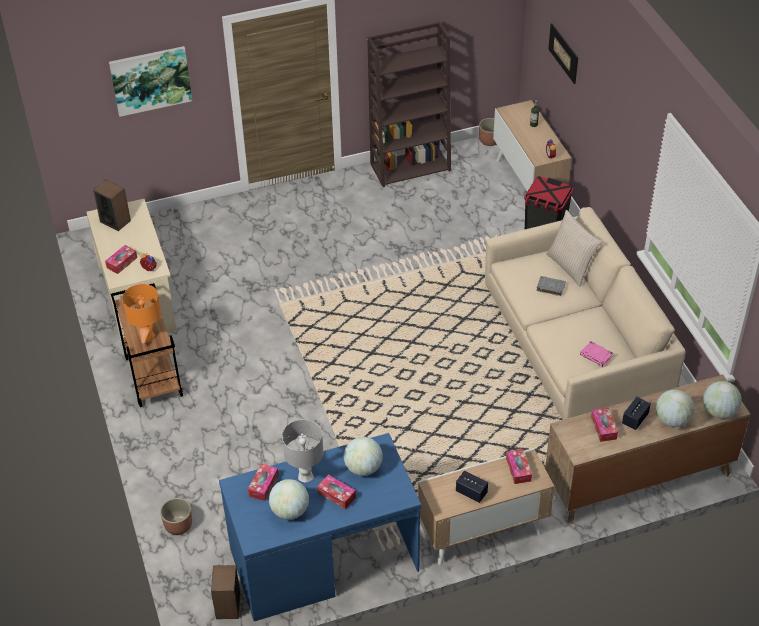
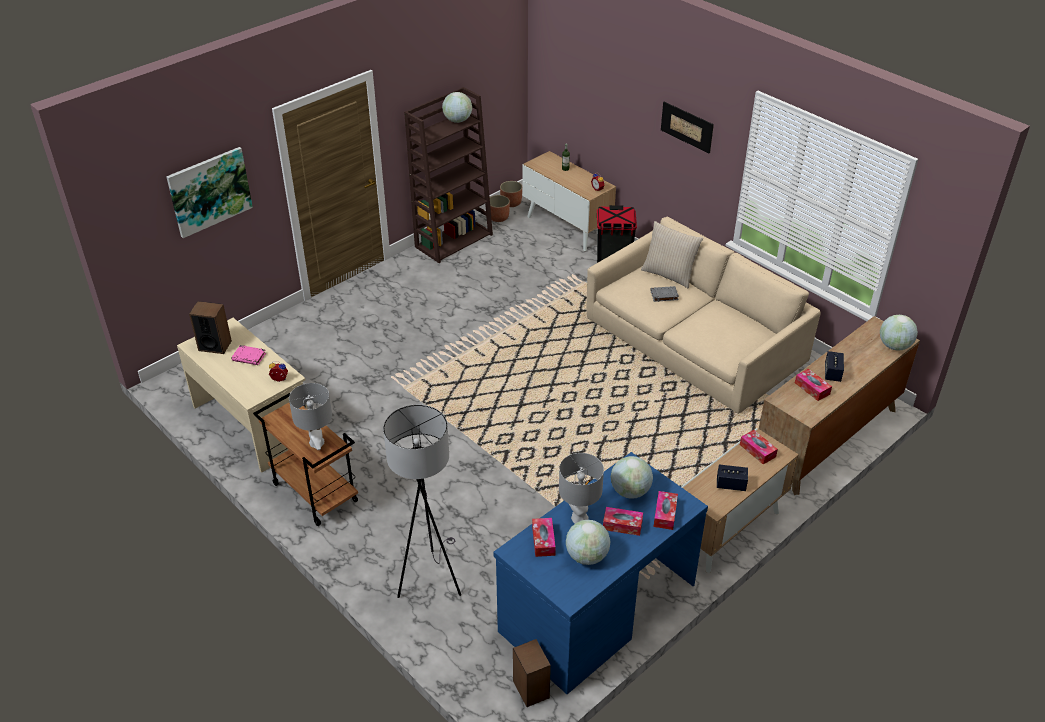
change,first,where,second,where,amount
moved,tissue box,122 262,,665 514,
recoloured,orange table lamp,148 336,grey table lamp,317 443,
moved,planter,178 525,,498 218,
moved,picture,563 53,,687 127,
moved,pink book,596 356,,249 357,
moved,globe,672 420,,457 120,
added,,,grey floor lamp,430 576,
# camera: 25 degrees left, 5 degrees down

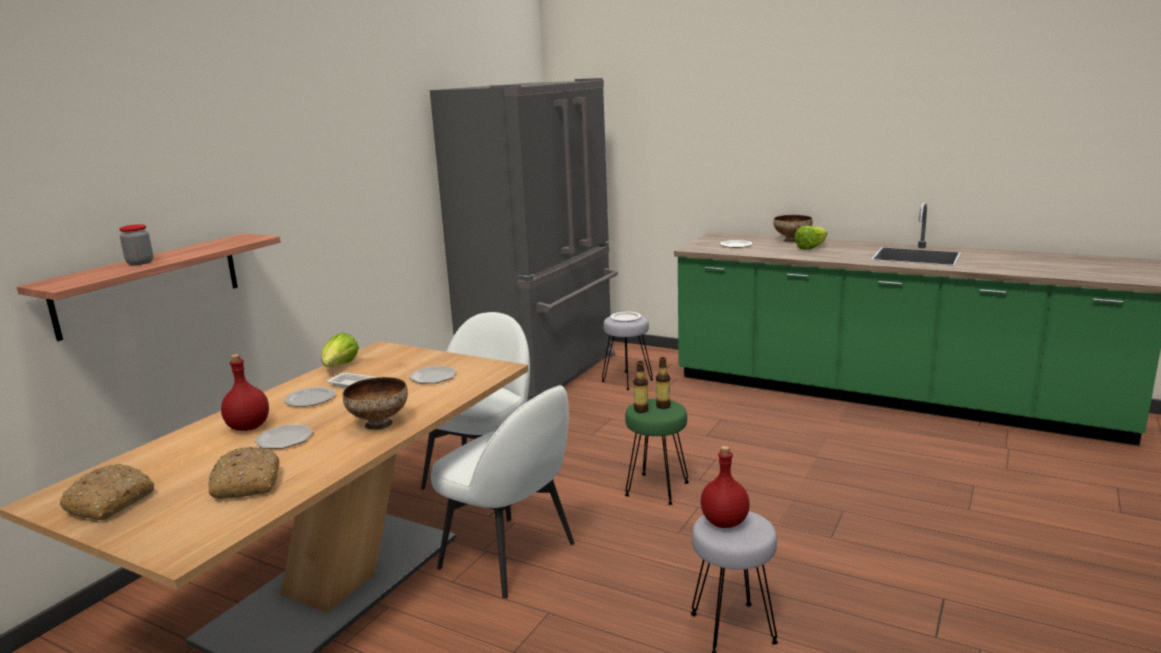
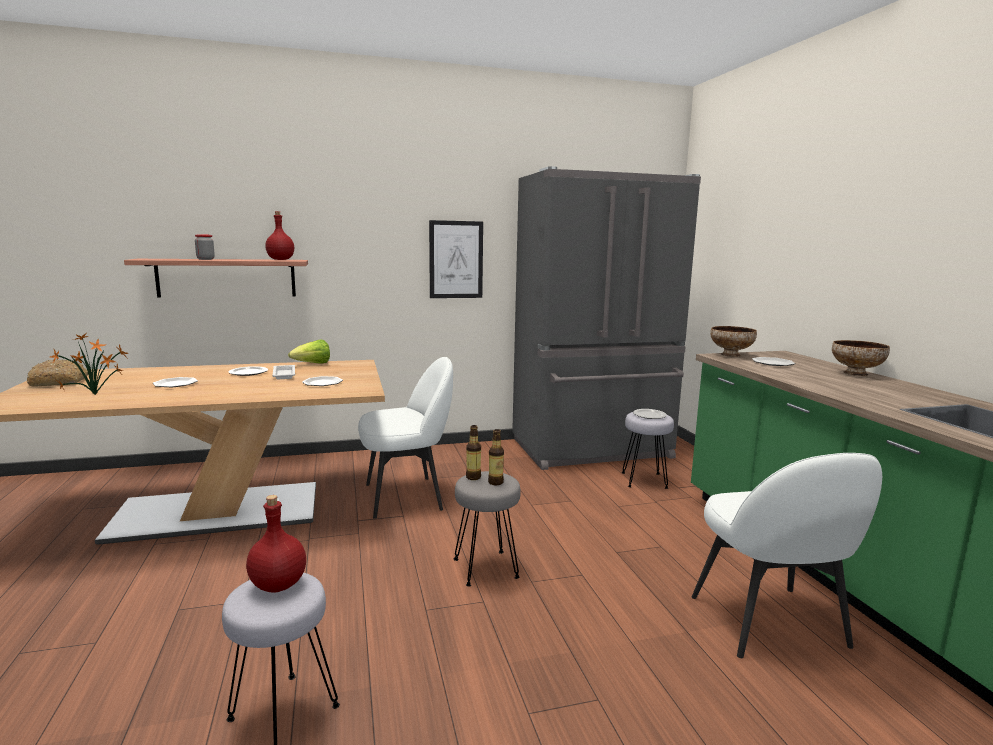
change,first,where,second,where,amount
replaced,bread,246 484,potted plant,97 395,
moved,red bottle,248 427,,280 259,
moved,bowl,380 423,,731 355,
moved,white chair,510 557,,769 624,
recoloured,green stool,657 488,grey stool,486 568,
removed,lettuce,811 248,,,
added,,,picture,456 259,
# camera: 45 degrees right, 5 degrees down

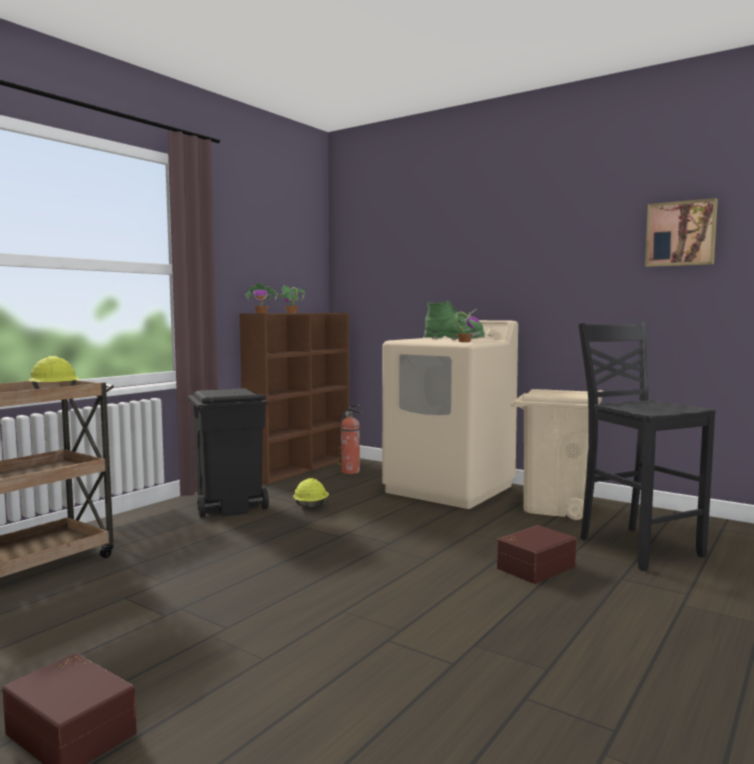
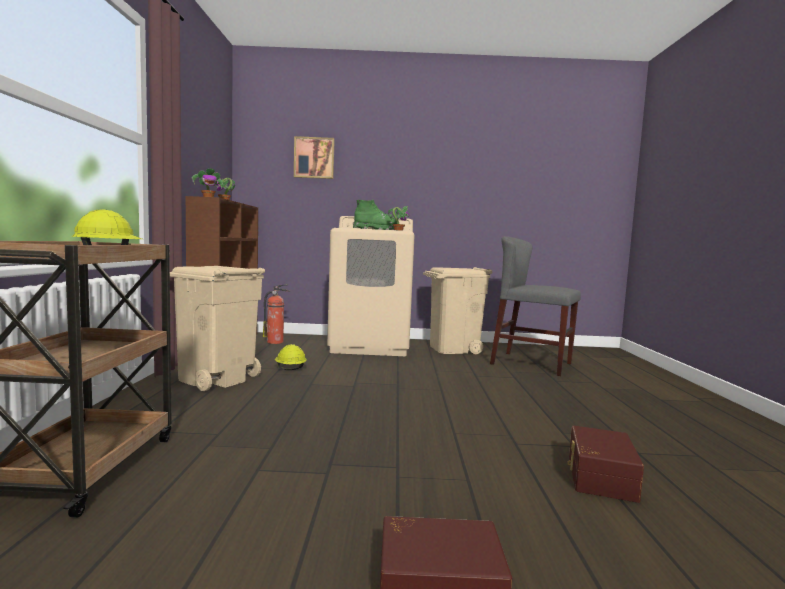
change,first,where,second,where,amount
recoloured,black trash can,229 506,beige trash can,215 379,
moved,brown storage box,534 567,,598 477,
replaced,black stool,637 547,grey chair,531 363,
moved,picture,681 234,,314 158,
# camera: 35 degrees left, 0 degrees up

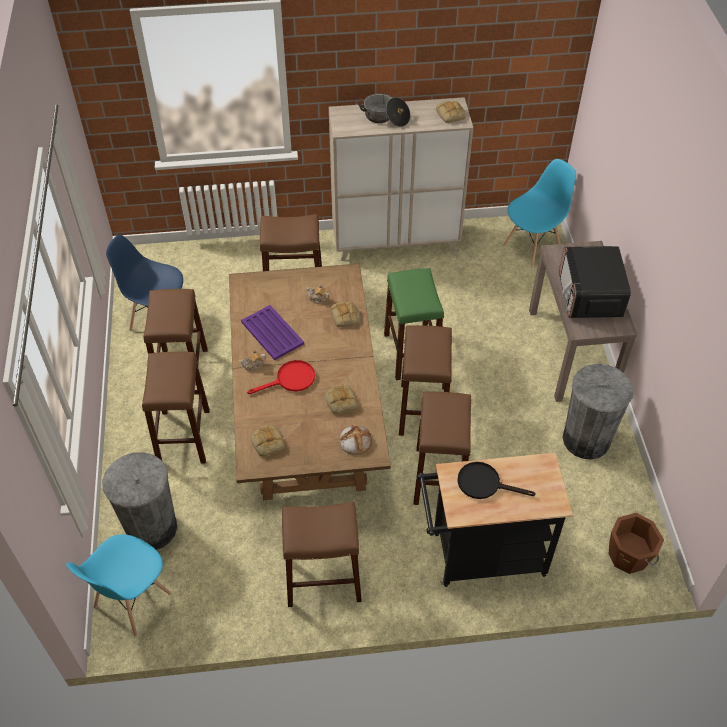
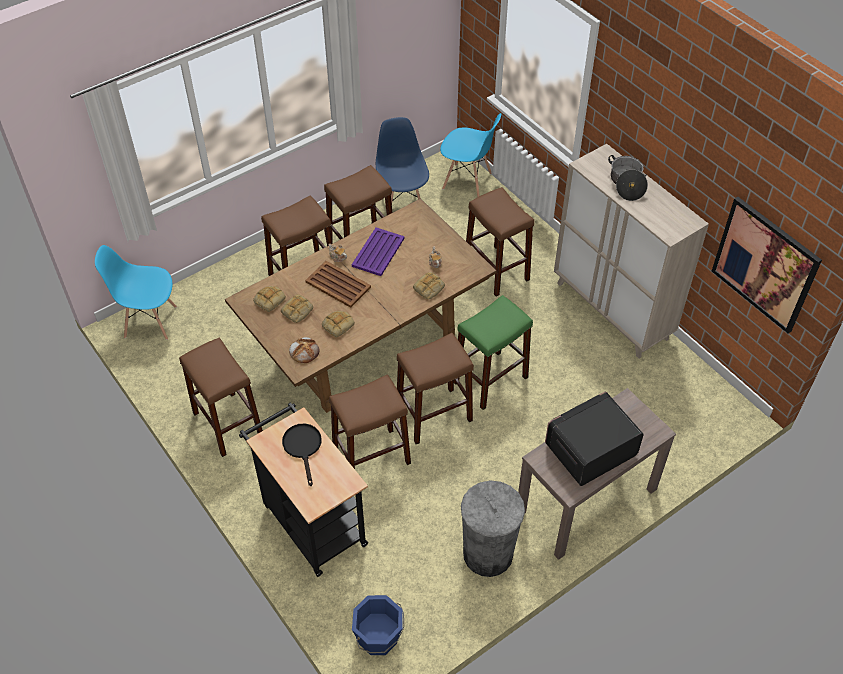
change,first,where,second,where,amount
removed,grey trash can,151 528,,,
replaced,red frying pan,290 380,brown tray,338 285,
moved,bread,451 115,,297 311,
moved,blue chair,532 247,,467 181,
recoloured,brown bucket,629 555,blue bucket,378 637,
added,,,picture,765 264,
# camera: 60 degrees right, 0 degrees up

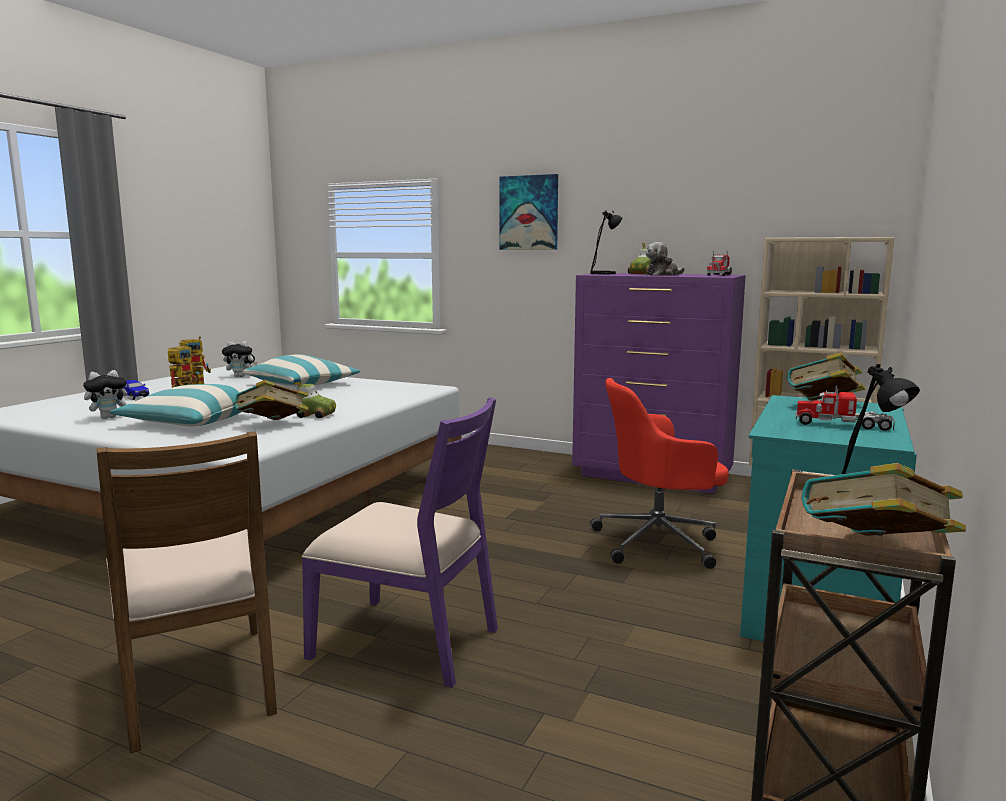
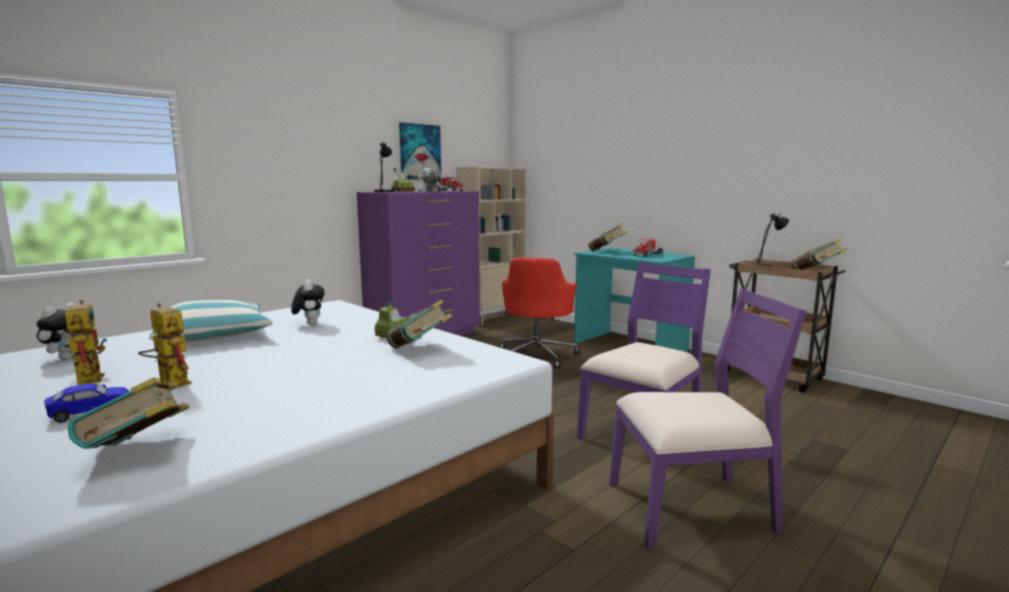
change,first,where,second,where,amount
moved,plush toy,109 417,,310 324,
recoloured,brown chair,198 685,purple chair,692 508,
removed,pillow,193 421,,,
moved,picture,529 213,,419 153,
added,,,book,138 452,
# camera: 70 degrees left, 0 degrees up

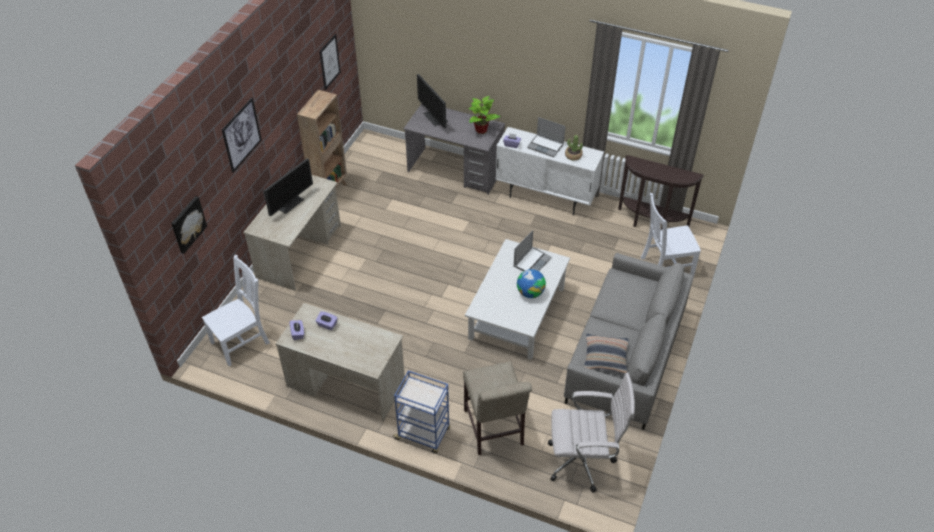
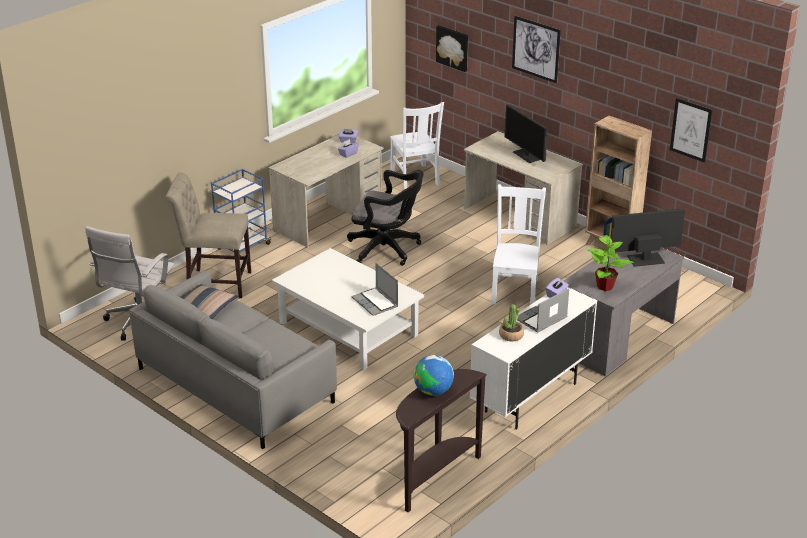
change,first,where,second,where,amount
moved,globe,530 293,,433 391,
moved,white chair,664 267,,515 290,
added,,,black office chair,387 249,
# camera: 110 degrees right, 15 degrees down

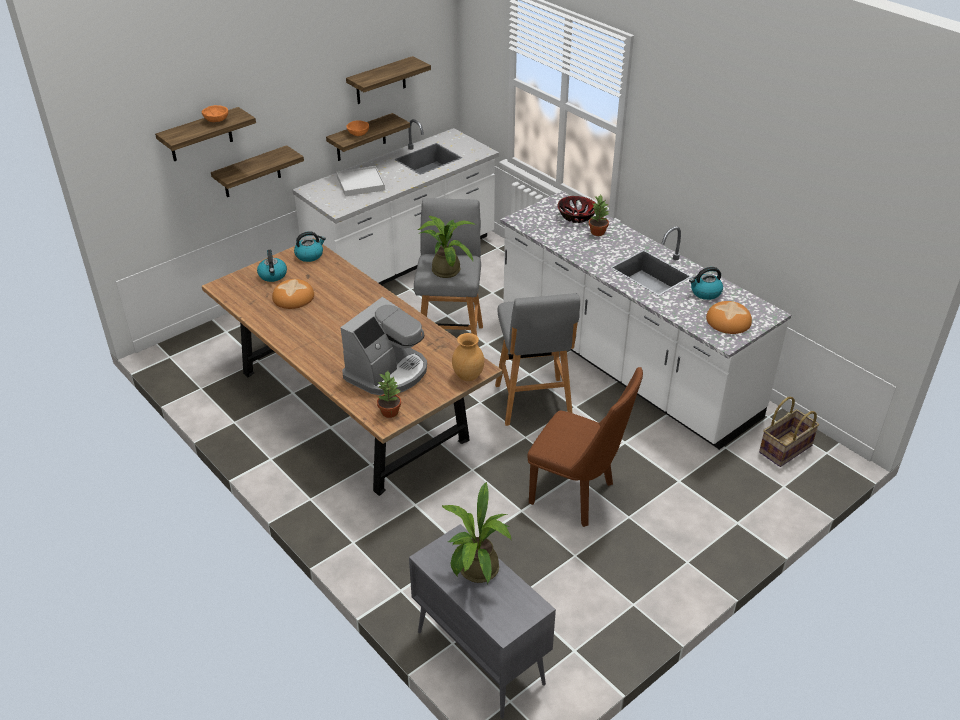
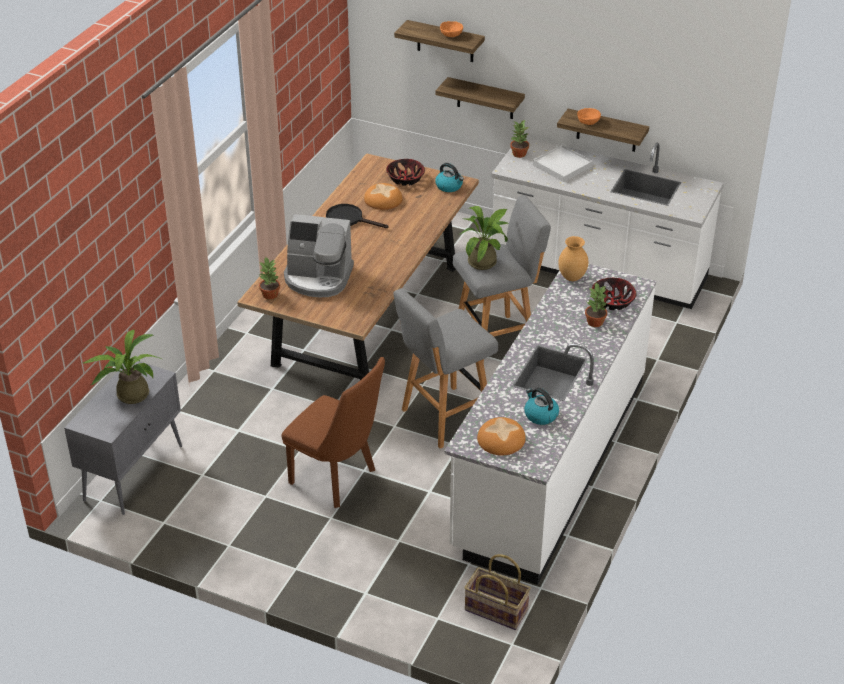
change,first,where,second,where,amount
replaced,kettle,273 275,bowl,405 179,
removed,shelf,380 81,,,
moved,brown vase,468 377,,572 278,
turned,brown chair,578 496,,338 479,60 degrees counterclockwise
added,,,black frying pan,349 219,
added,,,potted plant,519 154,
# camera: 65 degrees right, 0 degrees up

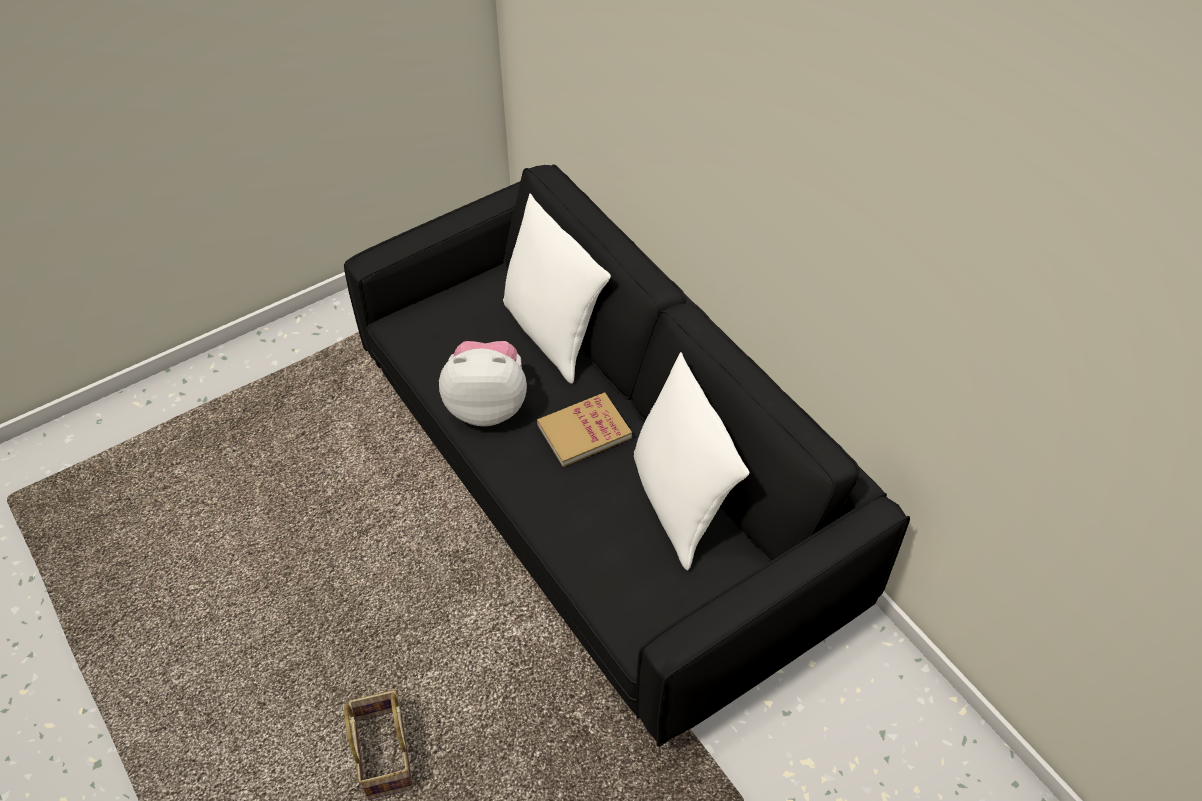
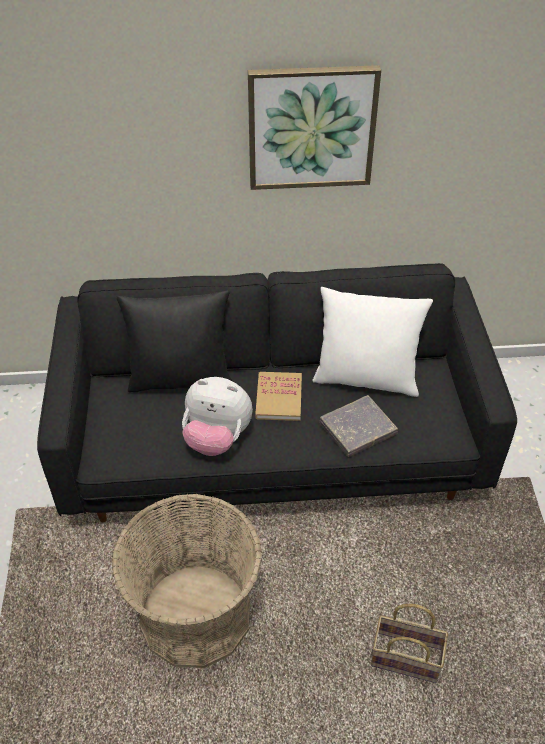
change,first,where,second,where,amount
turned,plush toy,487 405,,217 438,105 degrees counterclockwise
recoloured,white pillow,553 333,black pillow,181 379,
added,,,basket,195 615,
added,,,picture,311 127,
added,,,grey book,357 429,
# camera: 60 degrees left, 5 degrees down

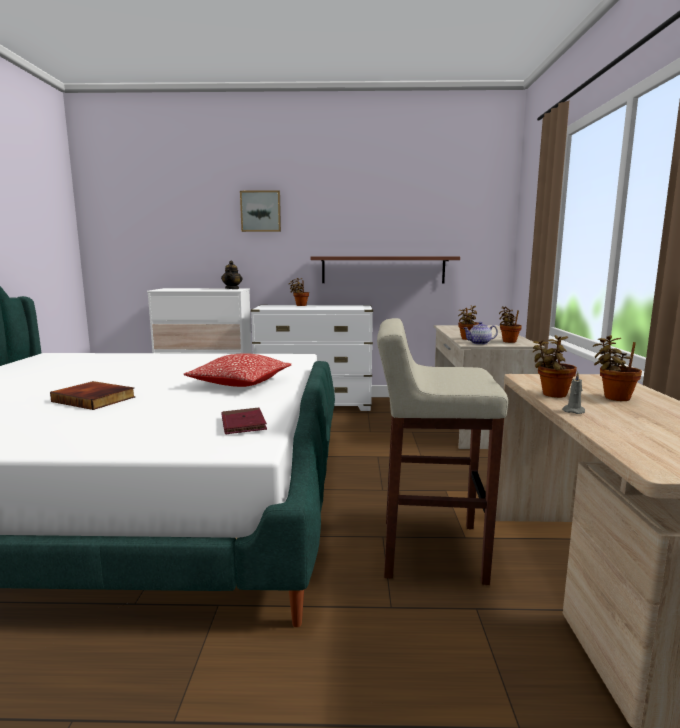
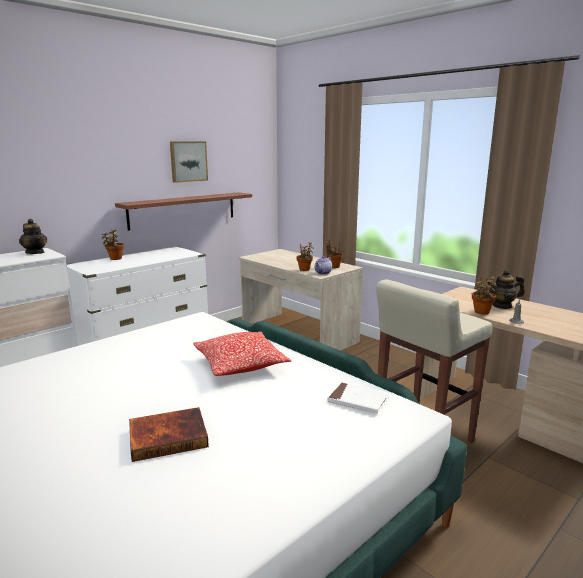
change,first,where,second,where,amount
recoloured,red book,243 424,white book,358 400,
moved,picture,261 211,,188 161,
replaced,potted plant,613 397,teapot,502 306,
# camera: 45 degrees left, 5 degrees up

